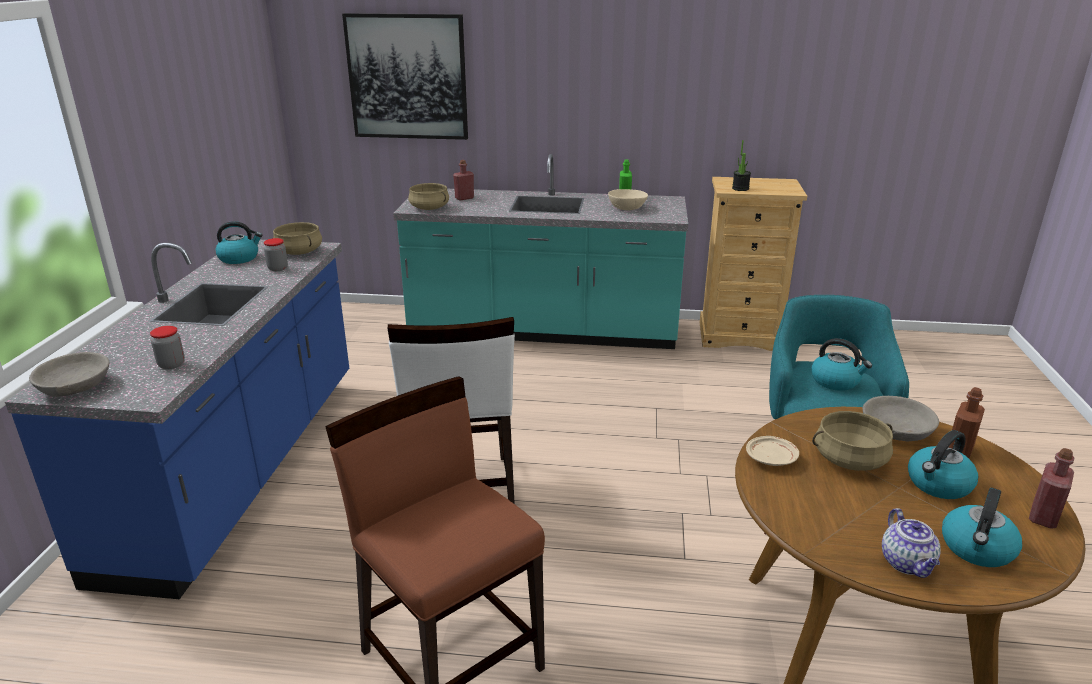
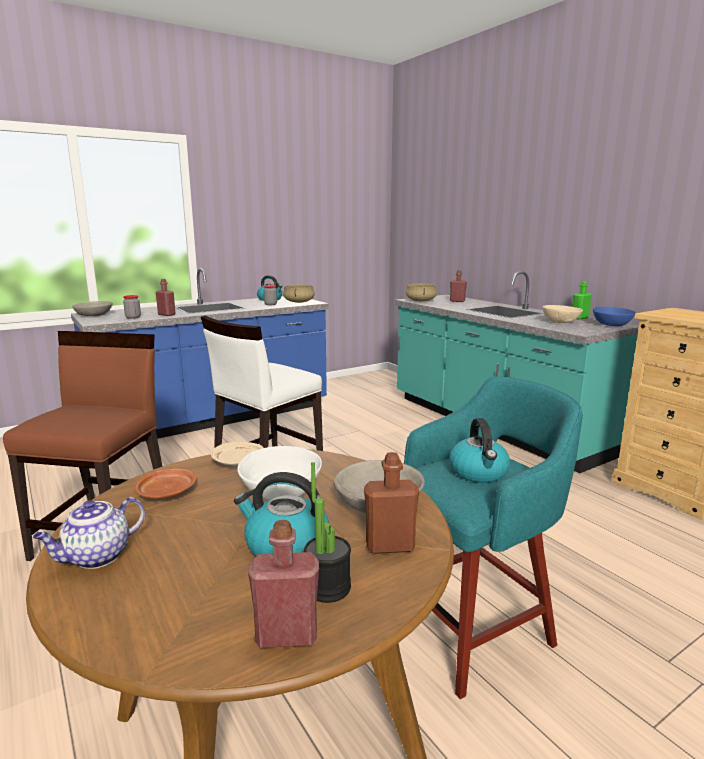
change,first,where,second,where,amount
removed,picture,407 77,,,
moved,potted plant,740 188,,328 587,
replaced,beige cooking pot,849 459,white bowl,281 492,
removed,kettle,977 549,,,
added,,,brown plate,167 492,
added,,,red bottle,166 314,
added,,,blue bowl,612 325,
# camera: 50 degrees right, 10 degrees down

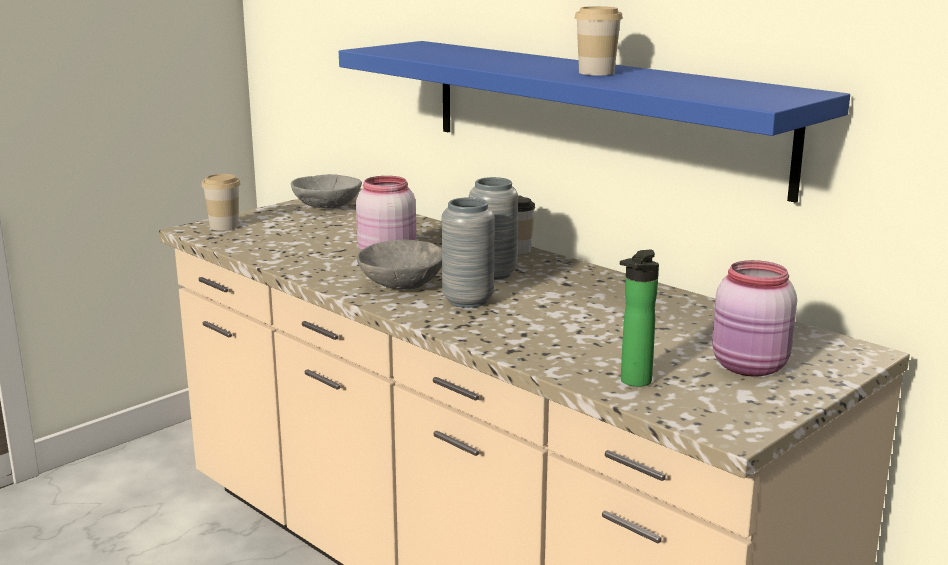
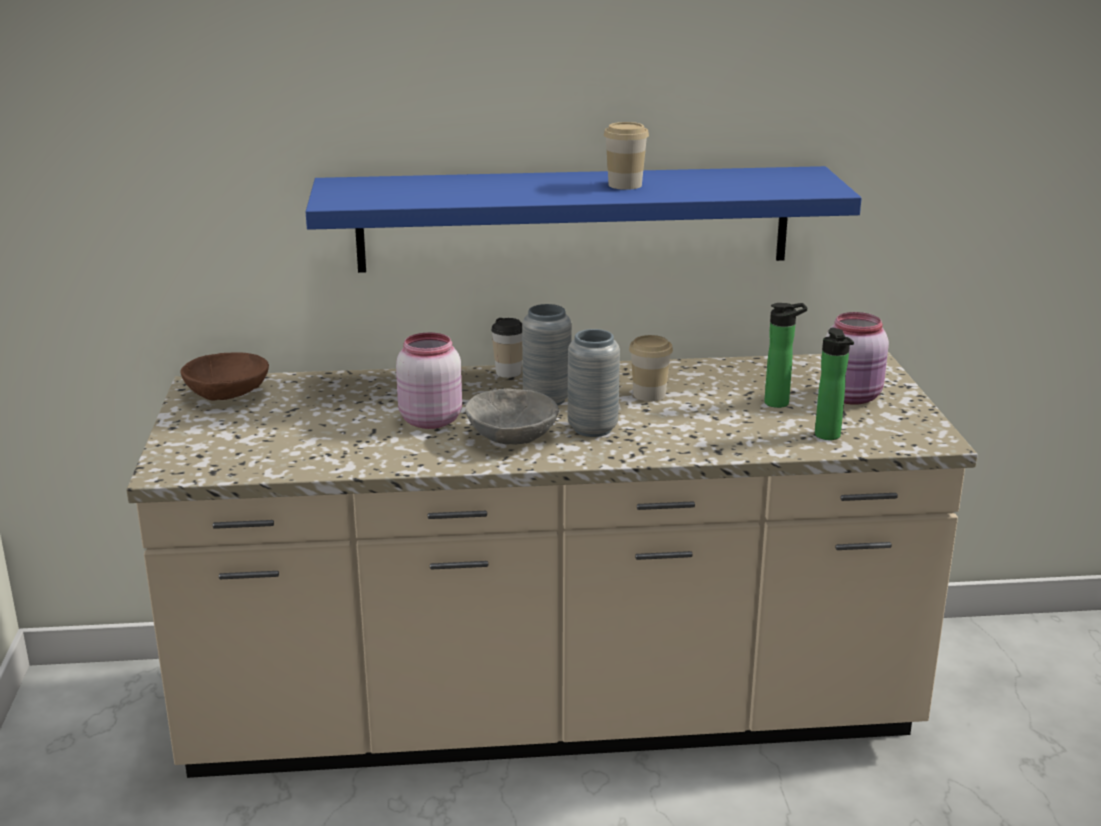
change,first,where,second,where,amount
moved,cup,224 226,,649 394,
recoloured,grey bowl,326 207,brown bowl,229 396,
added,,,bottle,780 403,
# camera: 50 degrees left, 5 degrees up

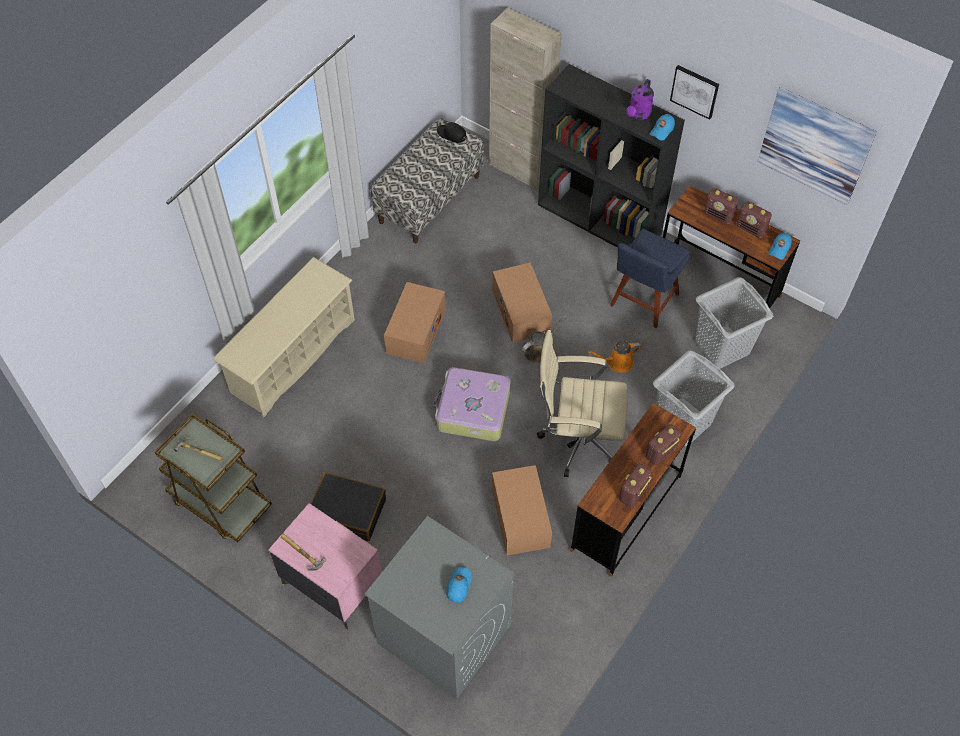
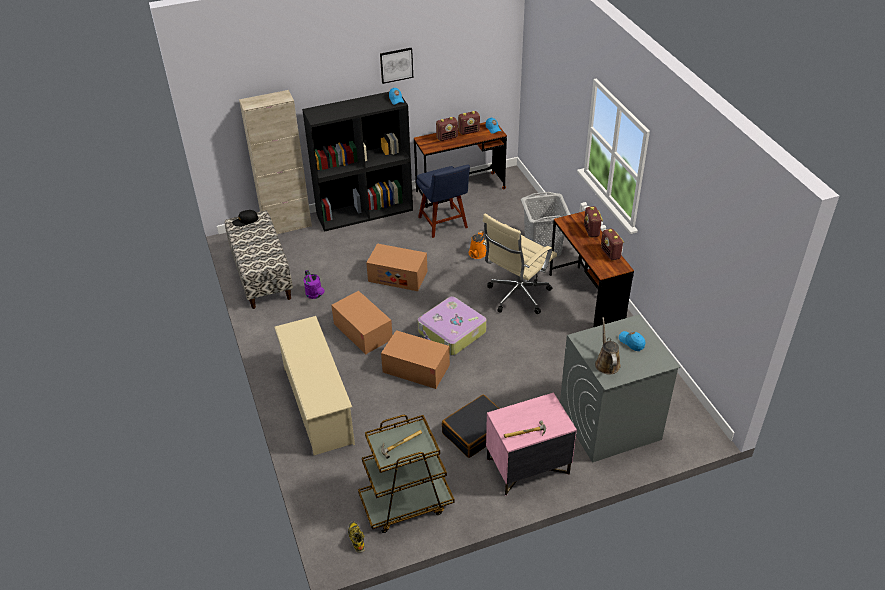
change,first,where,second,where,amount
moved,cardboard box,520 517,,416 368,
moved,brown watering can,538 350,,606 363,
moved,purple watering can,638 114,,315 295,
removed,grey laundry basket,722 347,,,
removed,picture,815 145,,,
added,,,boot,356 538,
# camera: 55 degrees left, 15 degrees down

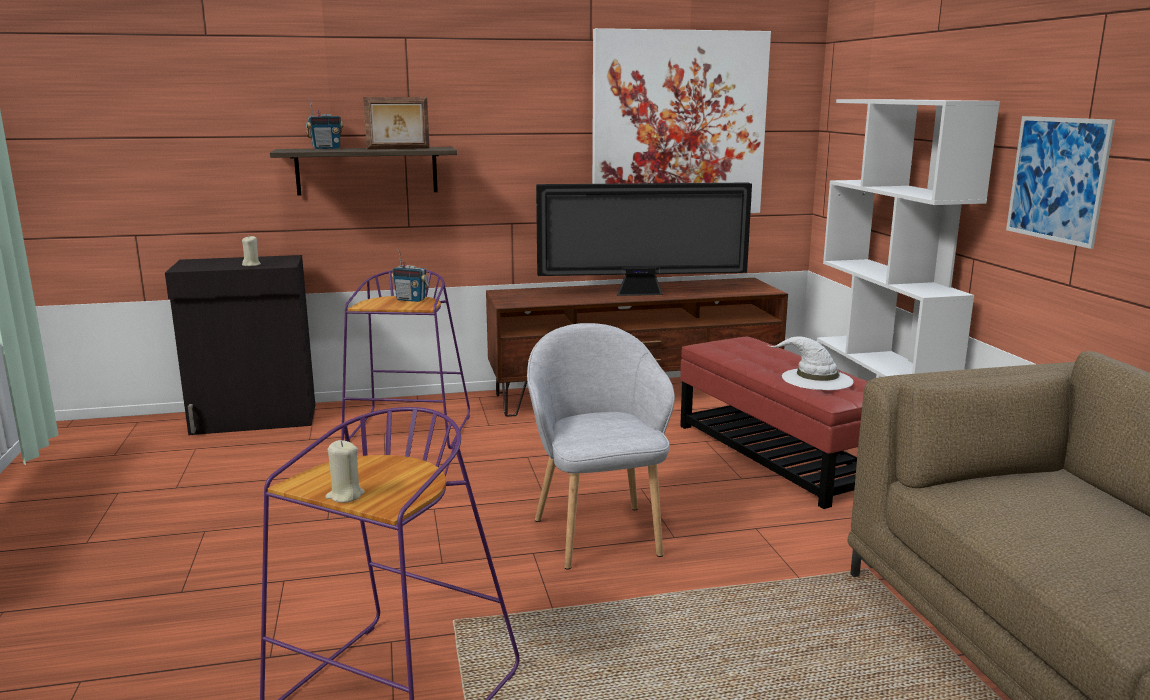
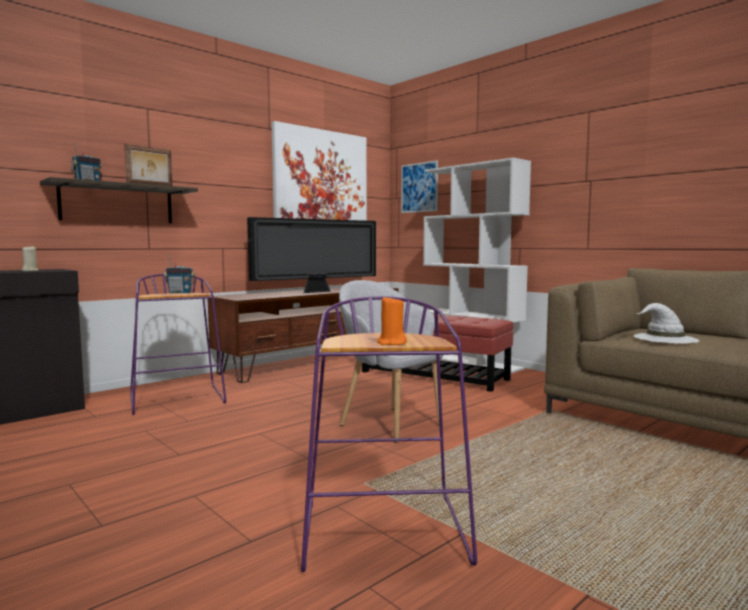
change,first,where,second,where,amount
recoloured,beige candle,345 495,orange candle,391 343,
moved,white hat,815 379,,665 338,
moved,picture,1057 179,,419 187,
# camera: 30 degrees left, 10 degrees down

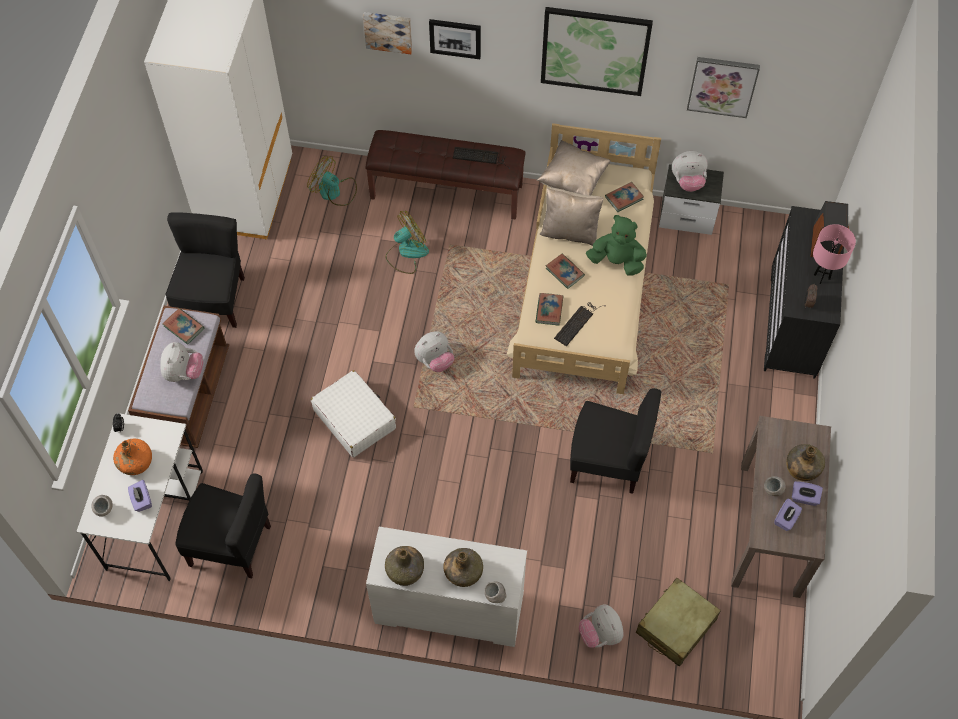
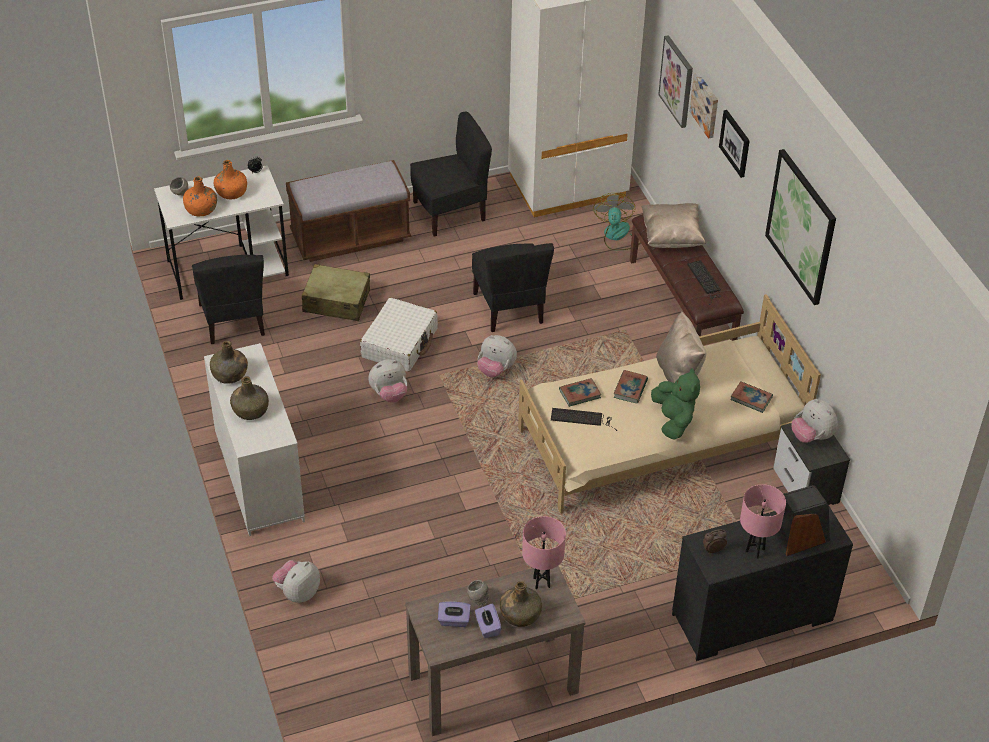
change,first,where,second,where,amount
replaced,purple tissue box,142 500,orange bottle,201 209,
moved,plush toy,184 373,,389 394,
removed,book,184 327,,,
removed,fan,406 253,,,
removed,grey bowl,495 597,,,
moved,beige pillow,573 180,,671 237,
moved,black chair,608 462,,509 308,
moved,beige suitcase,675 626,,336 301,
moved,picture,722 86,,677 81,
added,,,pink table lamp,541 582,
# camera: 60 degrees right, 15 degrees down

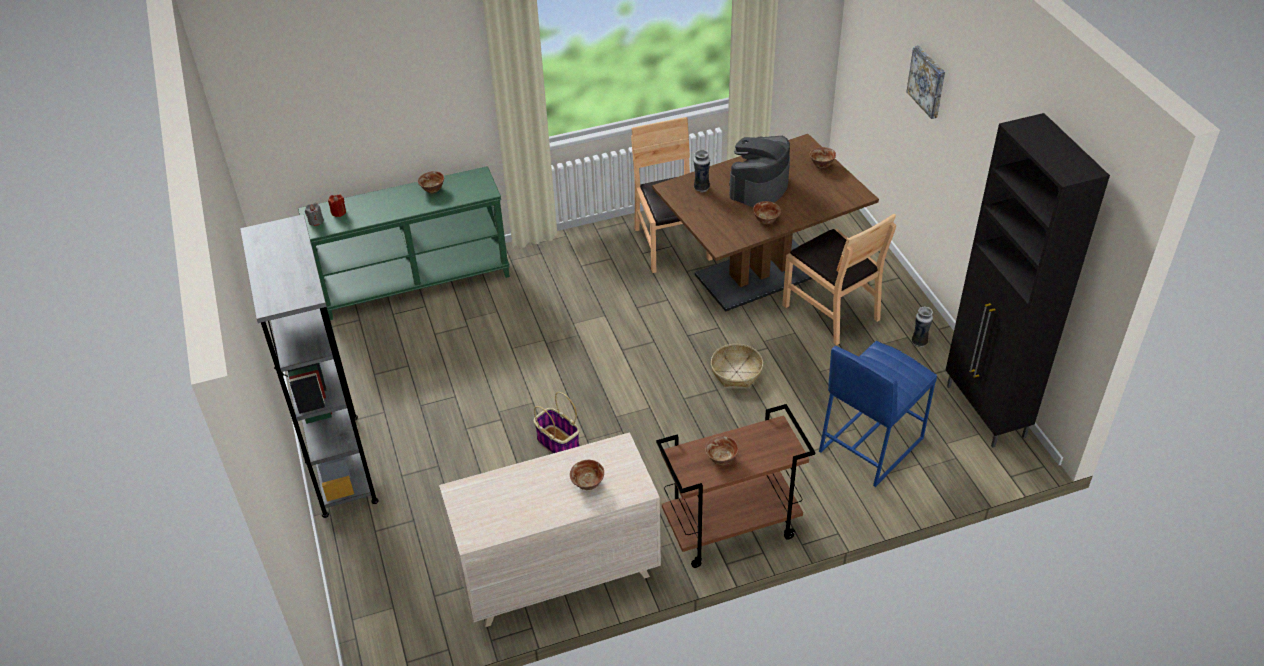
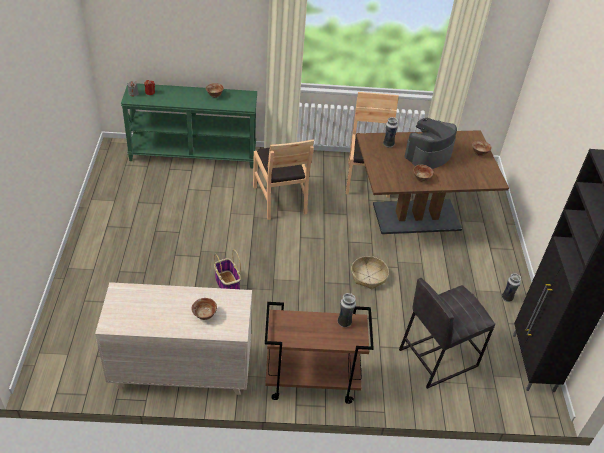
change,first,where,second,where,amount
removed,grey bookcase,340 464,,,
removed,bowl,721 459,,,
moved,brown chair,831 311,,280 199,
recoloured,blue stool,869 444,grey stool,437 357,
removed,picture,928 81,,,
added,,,vase,344 323,
# camera: 15 degrees right, 0 degrees up

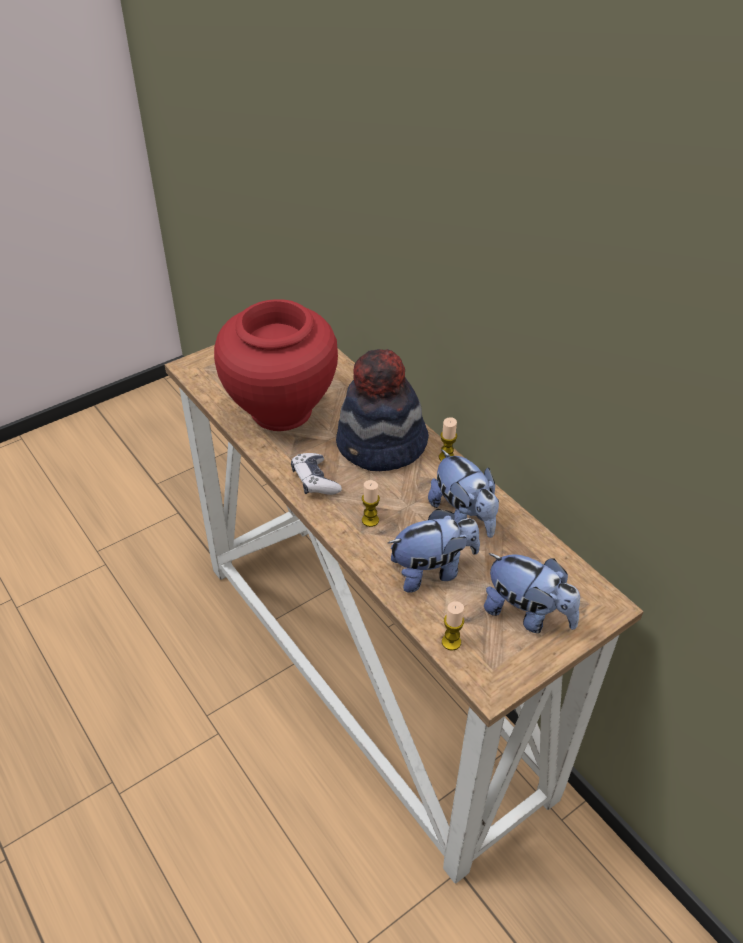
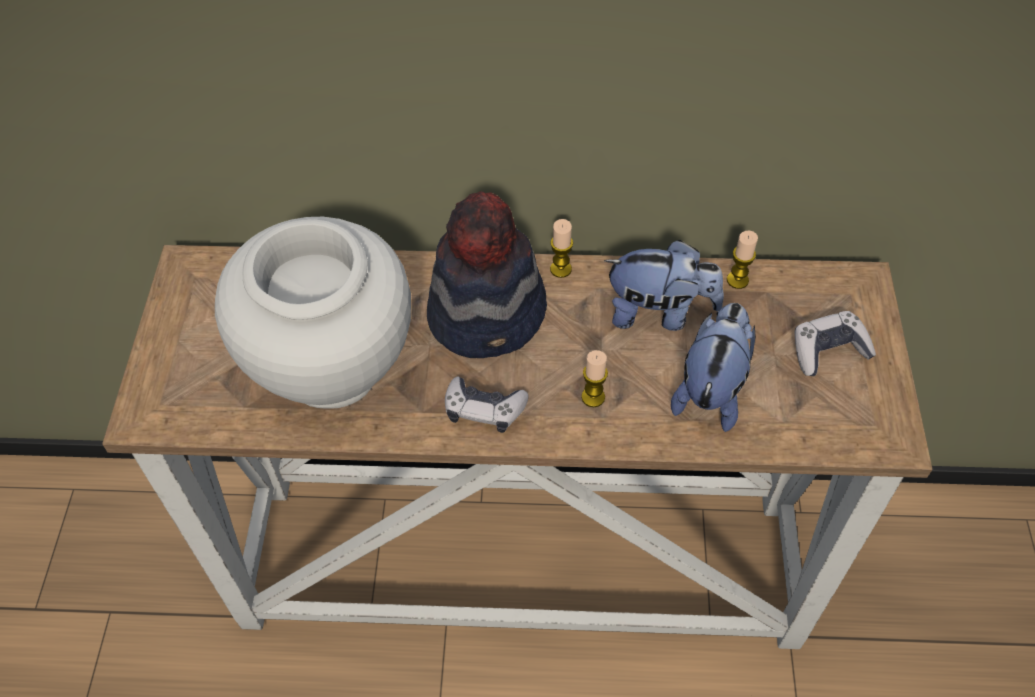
change,first,where,second,where,amount
recoloured,red vase,280 411,white vase,333 372,
moved,candle,451 642,,737 280,
replaced,plush toy,527 614,game controller,828 350,
# camera: 50 degrees left, 10 degrees up

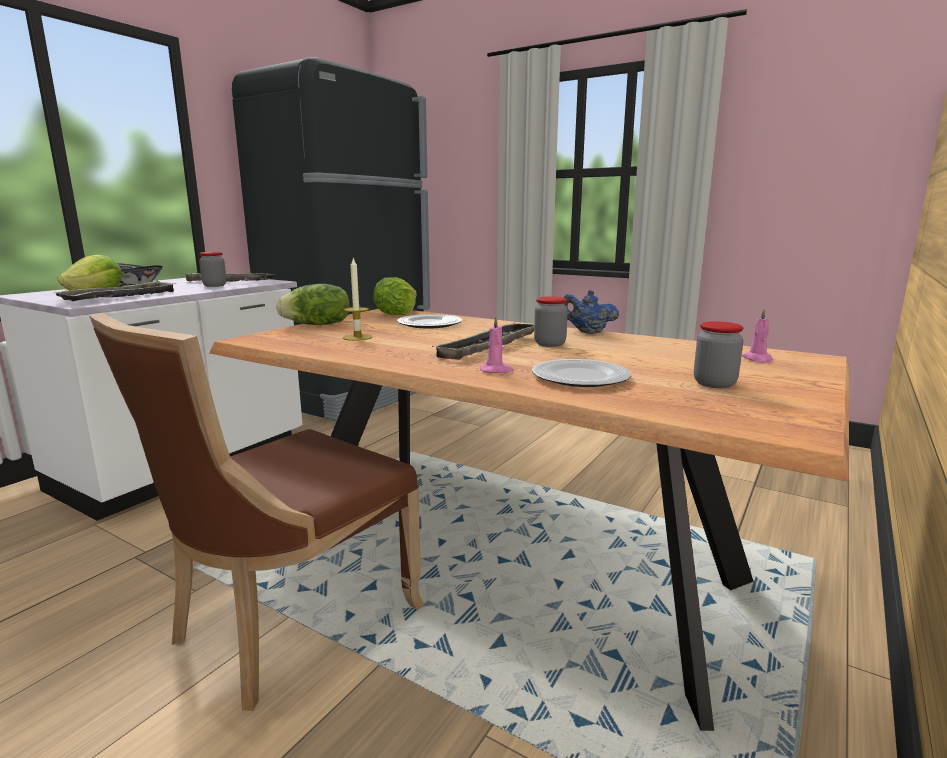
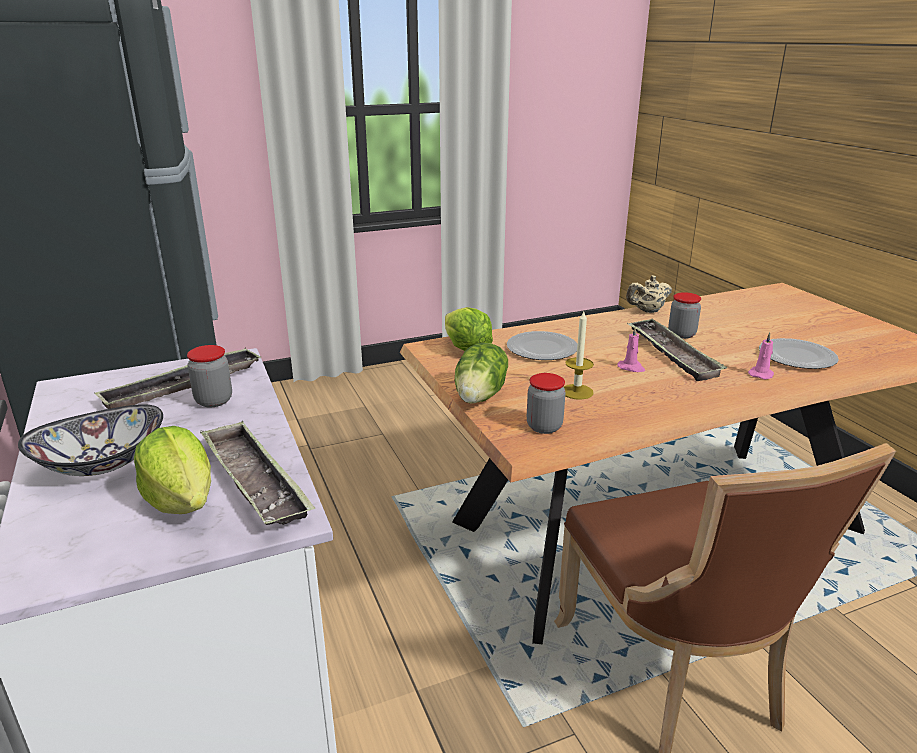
change,first,where,second,where,amount
recoloured,blue teapot,587 332,beige teapot,647 311,
moved,jar,714 384,,544 427,
moved,pink candle,757 359,,631 368,
# camera: 55 degrees left, 10 degrees up

